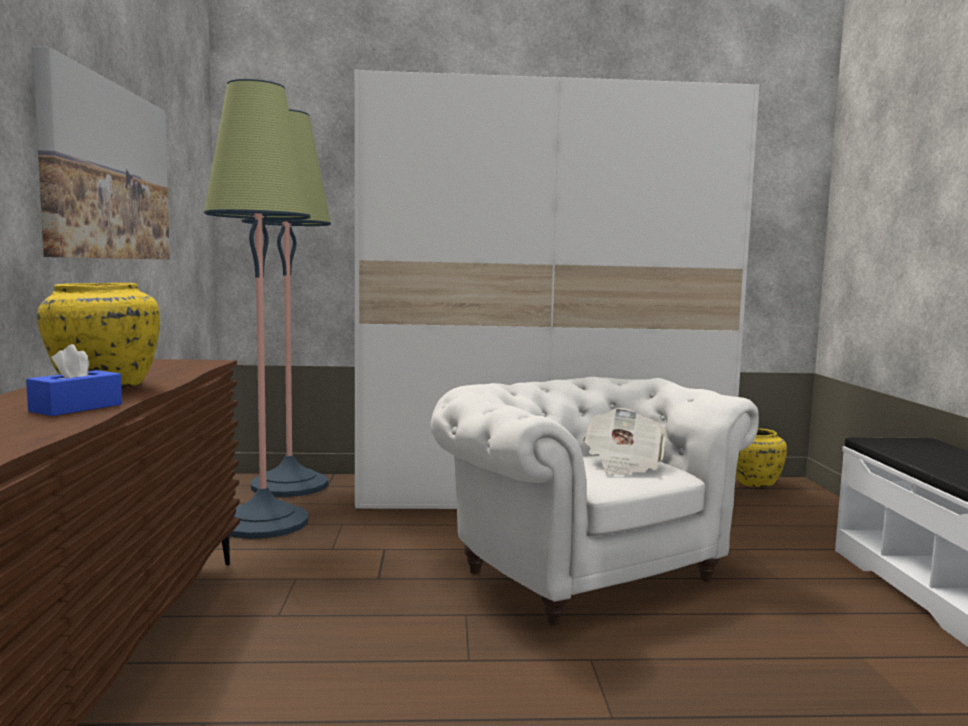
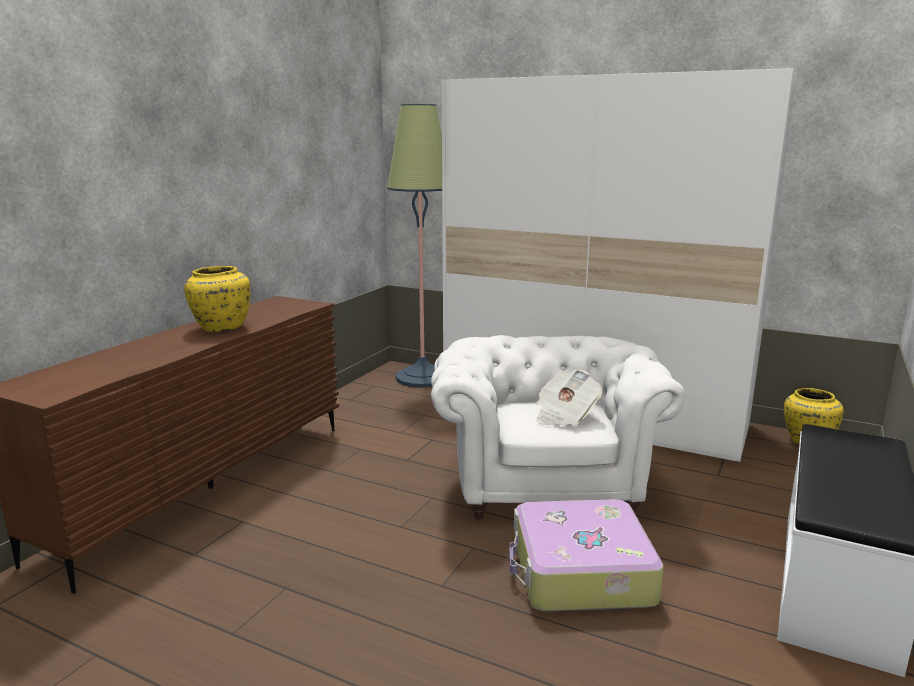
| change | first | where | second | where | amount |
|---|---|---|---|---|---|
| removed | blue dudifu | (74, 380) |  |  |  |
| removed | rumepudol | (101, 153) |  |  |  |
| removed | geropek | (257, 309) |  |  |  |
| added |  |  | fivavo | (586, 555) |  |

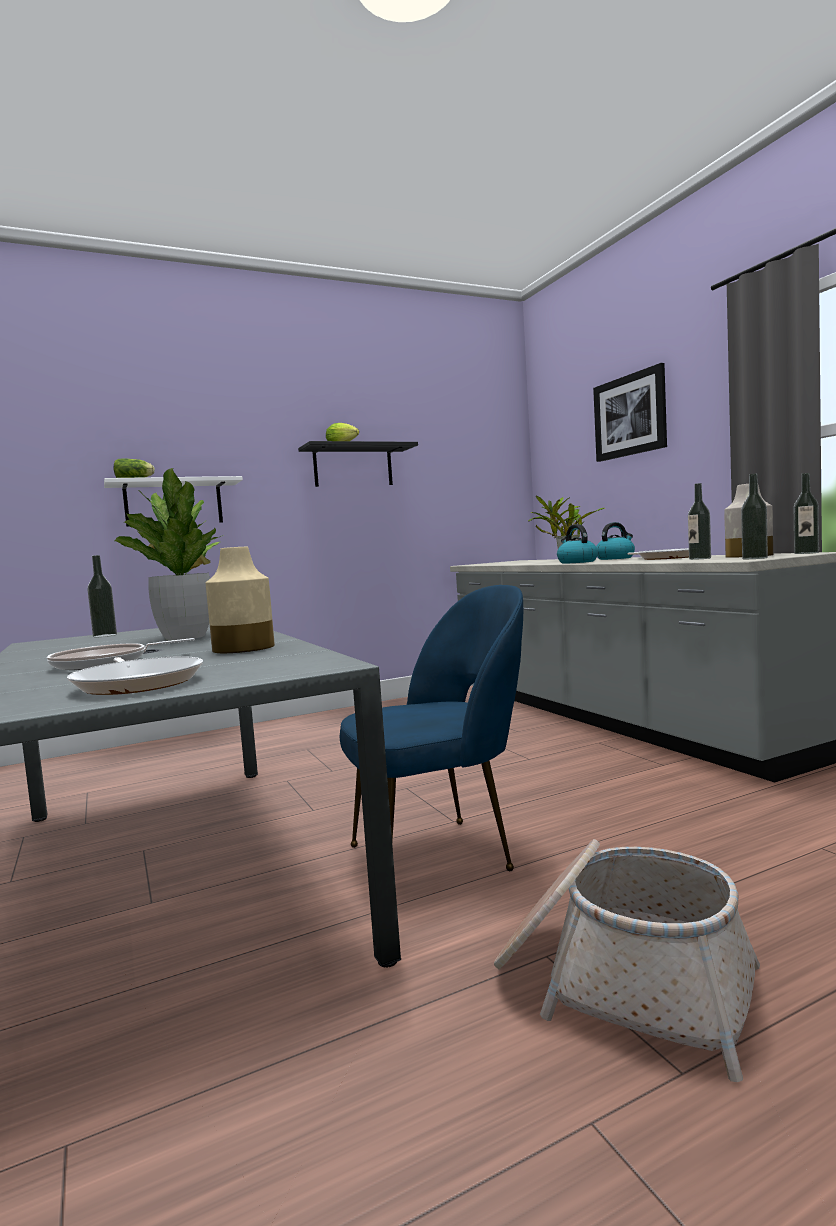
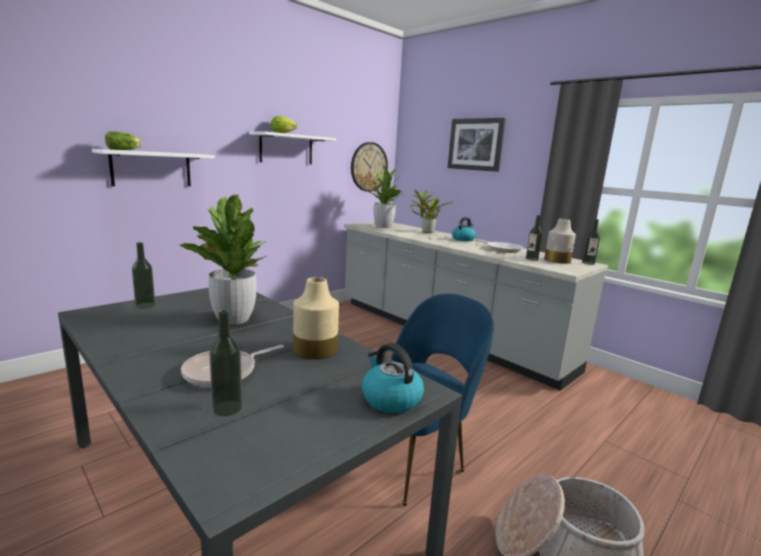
| change | first | where | second | where | amount |
|---|---|---|---|---|---|
| removed | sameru | (135, 675) |  |  |  |
| added |  |  | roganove | (369, 167) |  |
| added |  |  | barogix | (388, 196) |  |
| moved | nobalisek | (577, 544) |  | (393, 378) |  |
| moved | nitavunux | (754, 516) |  | (226, 363) |  |
| recoloured | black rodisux | (358, 464) | white rodisux | (292, 147) |  |

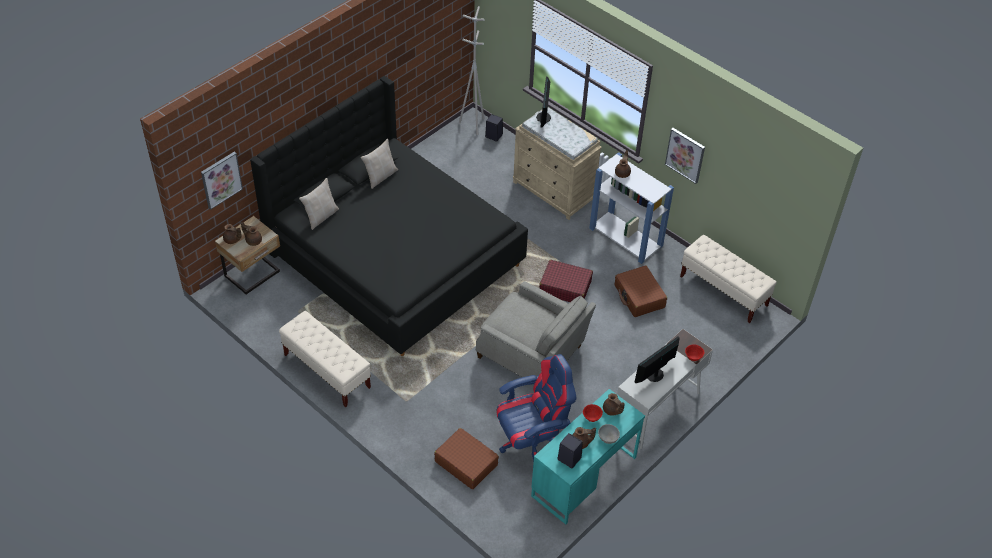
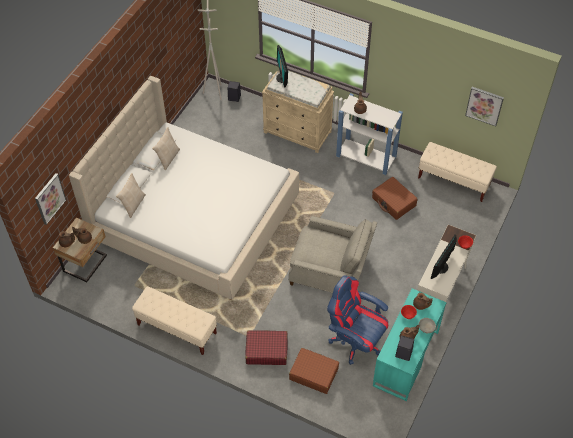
| change | first | where | second | where | amount |
|---|---|---|---|---|---|
| moved | red fivavo | (566, 281) |  | (266, 347) |  |
| moved | rumepudol | (685, 156) |  | (484, 106) |  |
| recoloured | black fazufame | (389, 216) | beige fazufame | (184, 188) |  |
| turned | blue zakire | (536, 408) |  | (357, 320) | 105 degrees counterclockwise |

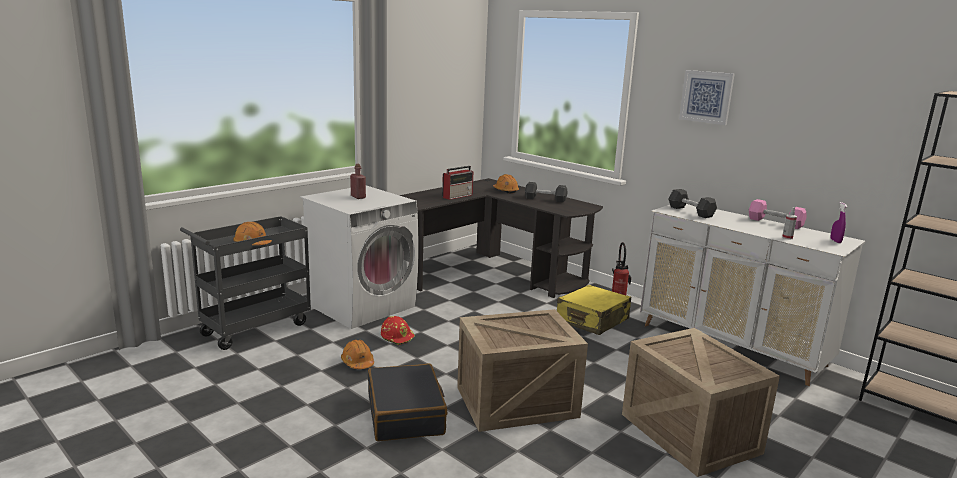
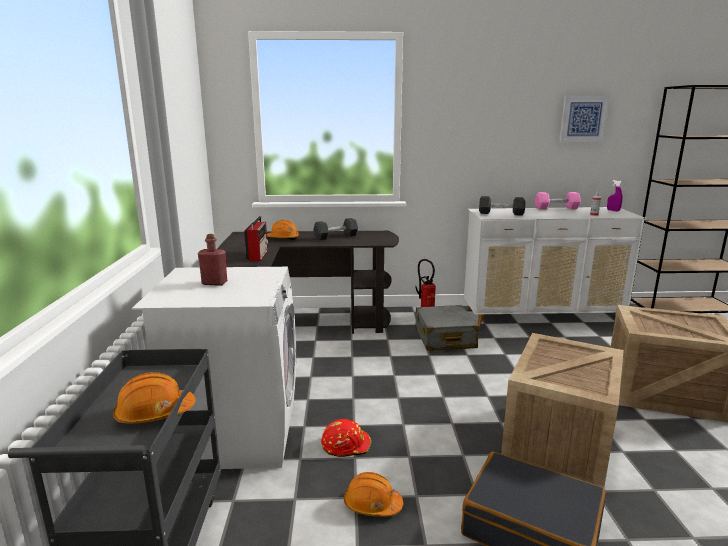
| change | first | where | second | where | amount |
|---|---|---|---|---|---|
| moved | rumepudol | (707, 97) |  | (584, 119) |  |
| recoloured | yellow fivavo | (594, 310) | grey fivavo | (447, 328) |  |

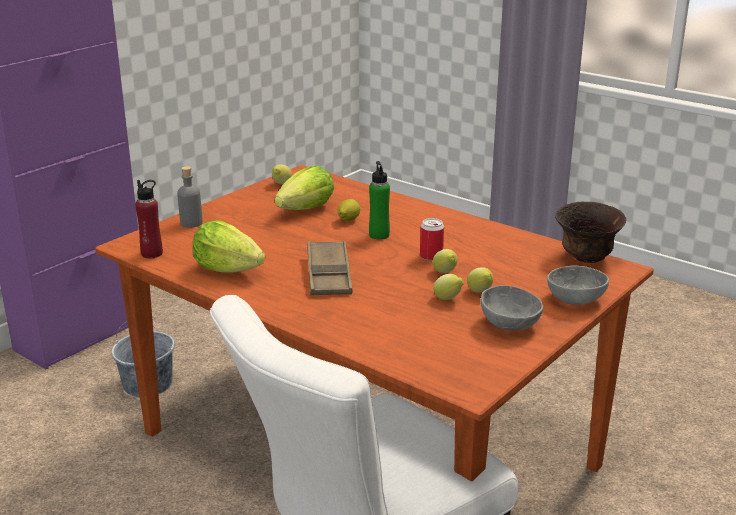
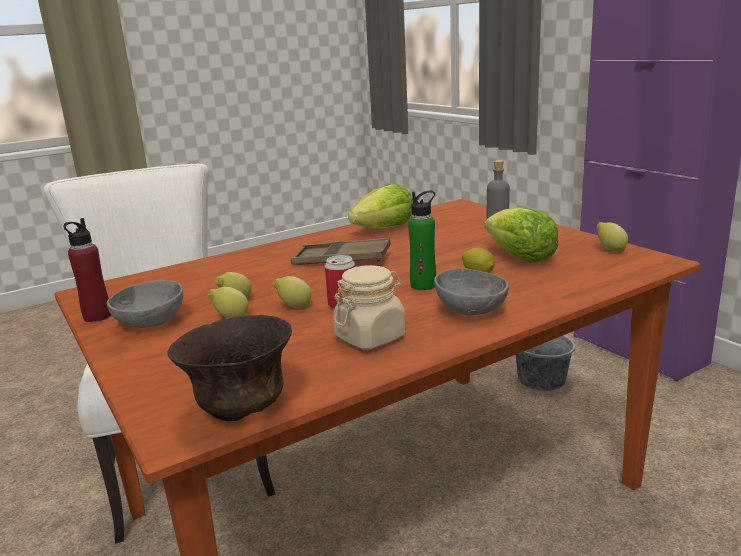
| change | first | where | second | where | amount |
|---|---|---|---|---|---|
| added |  |  | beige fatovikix | (369, 307) |  |
| moved | red nitavunux | (149, 219) |  | (87, 270) |  |
| moved | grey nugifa | (578, 285) |  | (471, 291) |  |

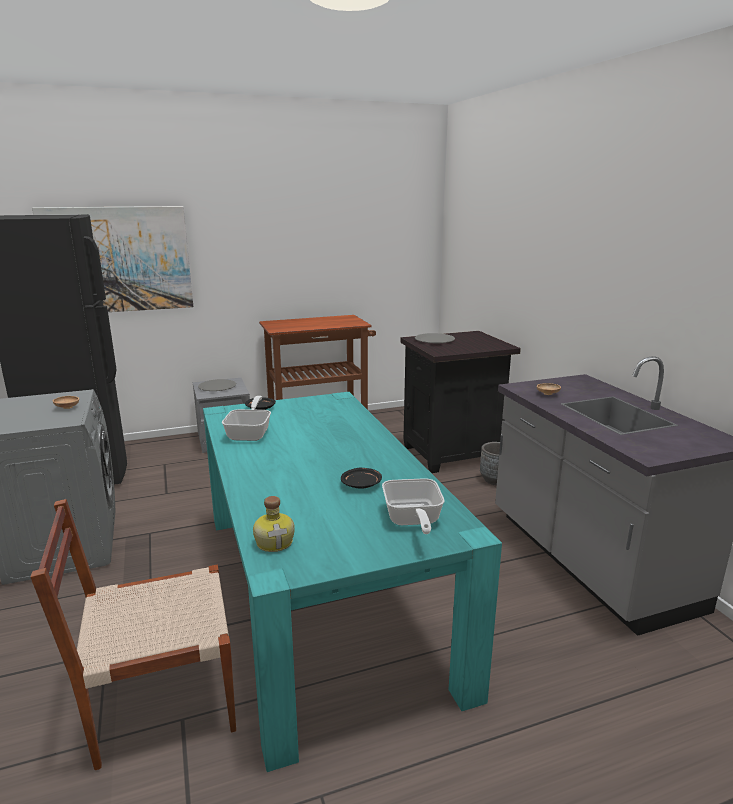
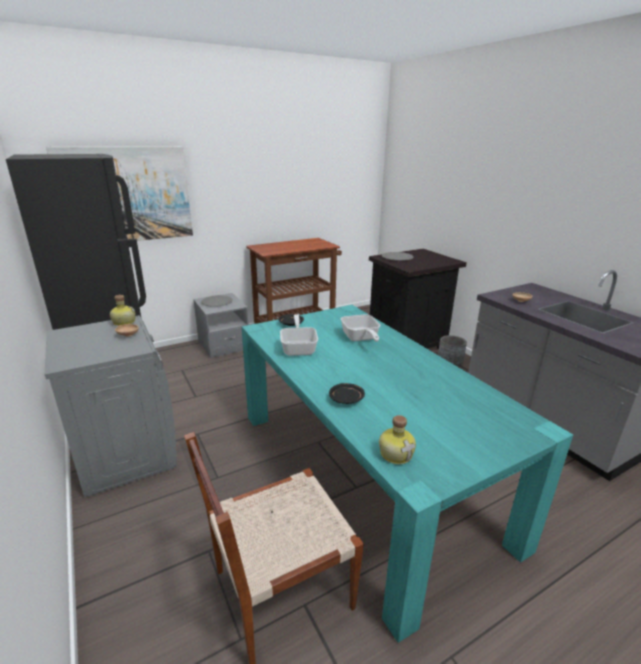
| change | first | where | second | where | amount |
|---|---|---|---|---|---|
| added |  |  | nitavunux | (123, 310) |  |
| moved | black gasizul | (361, 478) |  | (347, 393) |  |
| moved | sameru | (413, 506) |  | (361, 328) |  |

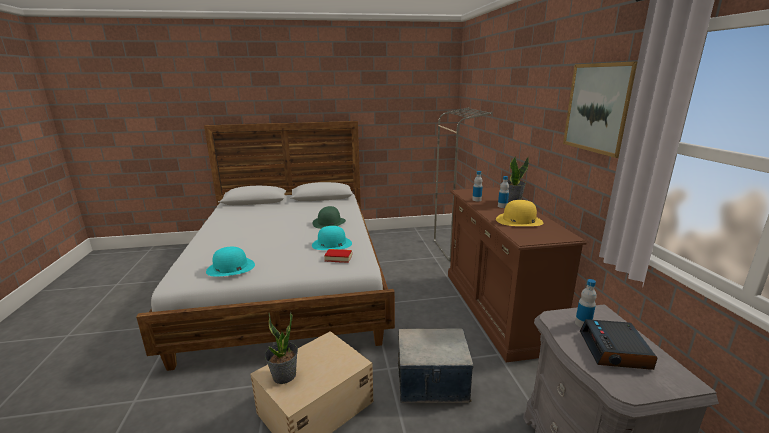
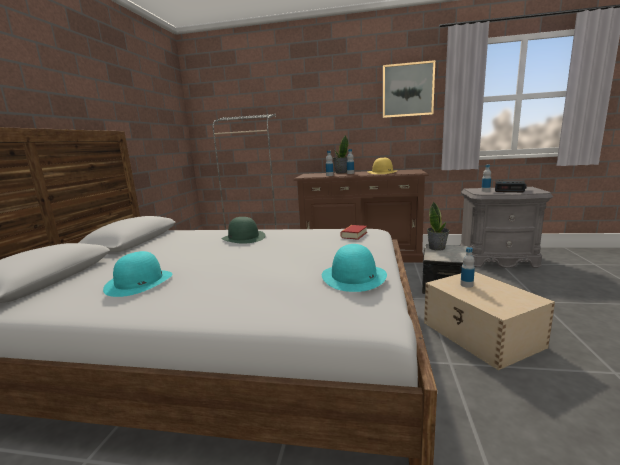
| change | first | where | second | where | amount |
|---|---|---|---|---|---|
| added |  |  | nitavunux | (467, 267) |  |
| moved | barogix | (281, 348) |  | (438, 226) |  |
| moved | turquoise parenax | (332, 238) |  | (137, 274) |  |

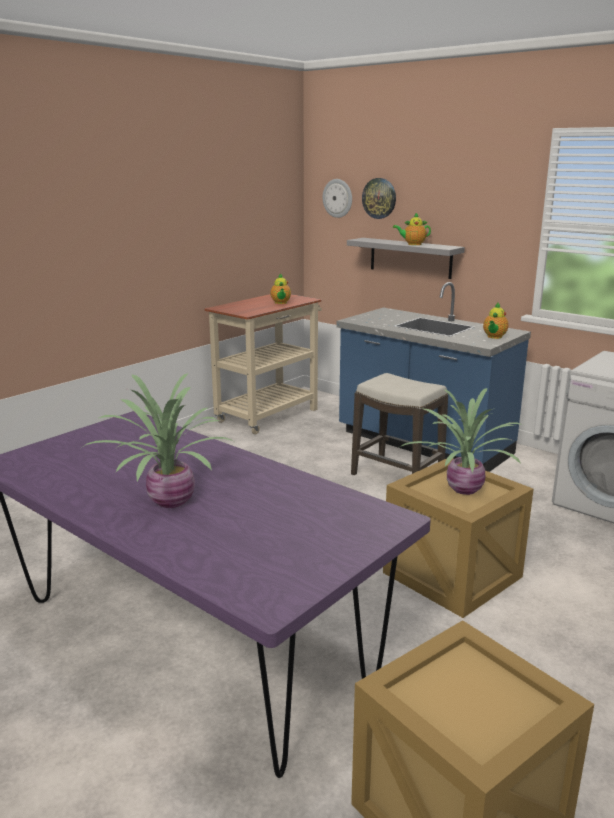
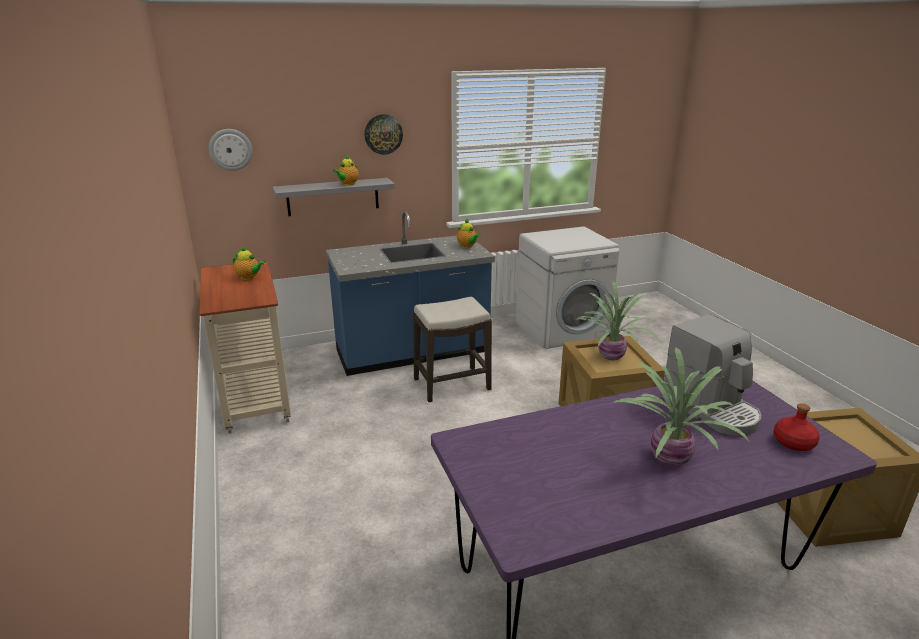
| change | first | where | second | where | amount |
|---|---|---|---|---|---|
| added |  |  | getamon | (711, 375) |  |
| added |  |  | red nitavunux | (796, 427) |  |
| moved | roganove | (379, 198) |  | (383, 134) |  |

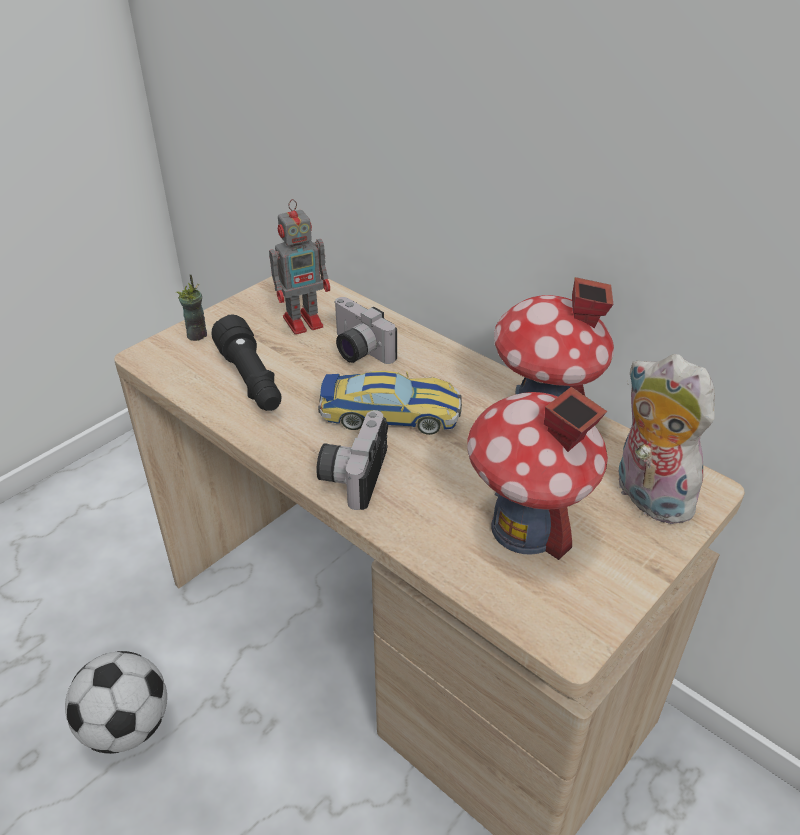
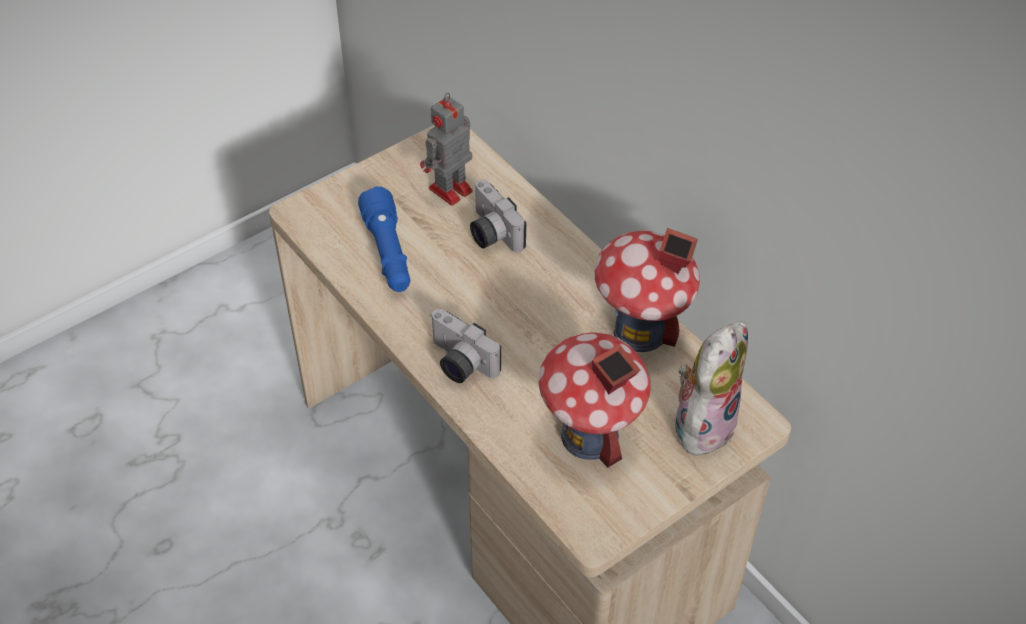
| change | first | where | second | where | amount |
|---|---|---|---|---|---|
| removed | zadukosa | (116, 702) |  |  |  |
| removed | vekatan | (191, 307) |  |  |  |
| removed | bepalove | (390, 403) |  |  |  |
| recoloured | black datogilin | (247, 363) | blue datogilin | (384, 239) |  |
| turned | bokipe | (299, 267) |  | (446, 149) | 150 degrees clockwise |
| turned | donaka | (352, 460) |  | (465, 346) | 75 degrees counterclockwise |
| turned | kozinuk | (667, 439) |  | (711, 392) | 60 degrees clockwise |

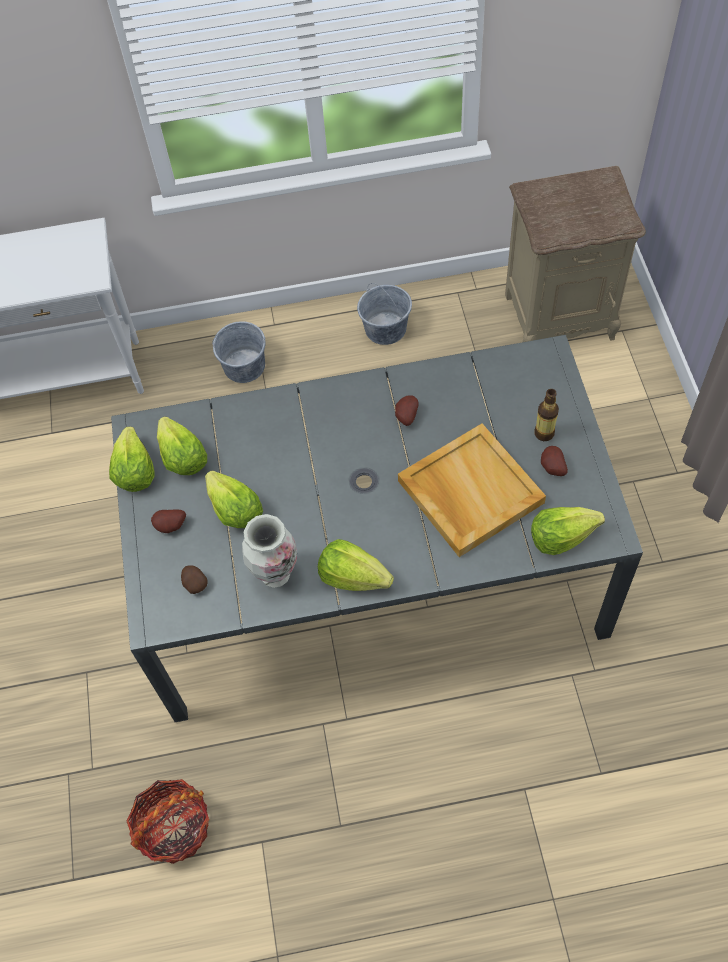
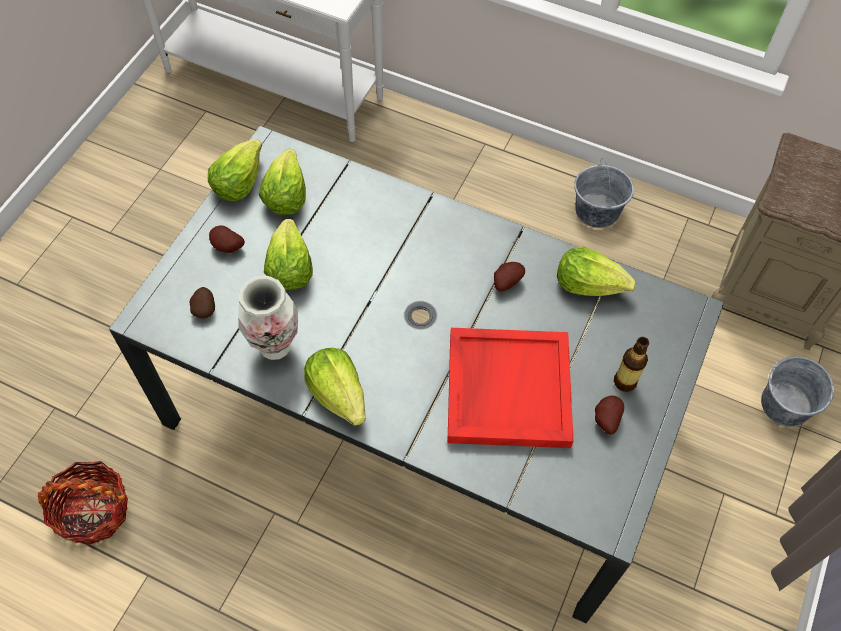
| change | first | where | second | where | amount |
|---|---|---|---|---|---|
| moved | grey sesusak | (239, 352) |  | (797, 391) |  |
| moved | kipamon | (568, 531) |  | (596, 271) |  |
| recoloured | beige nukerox | (472, 490) | red nukerox | (510, 388) |  |

